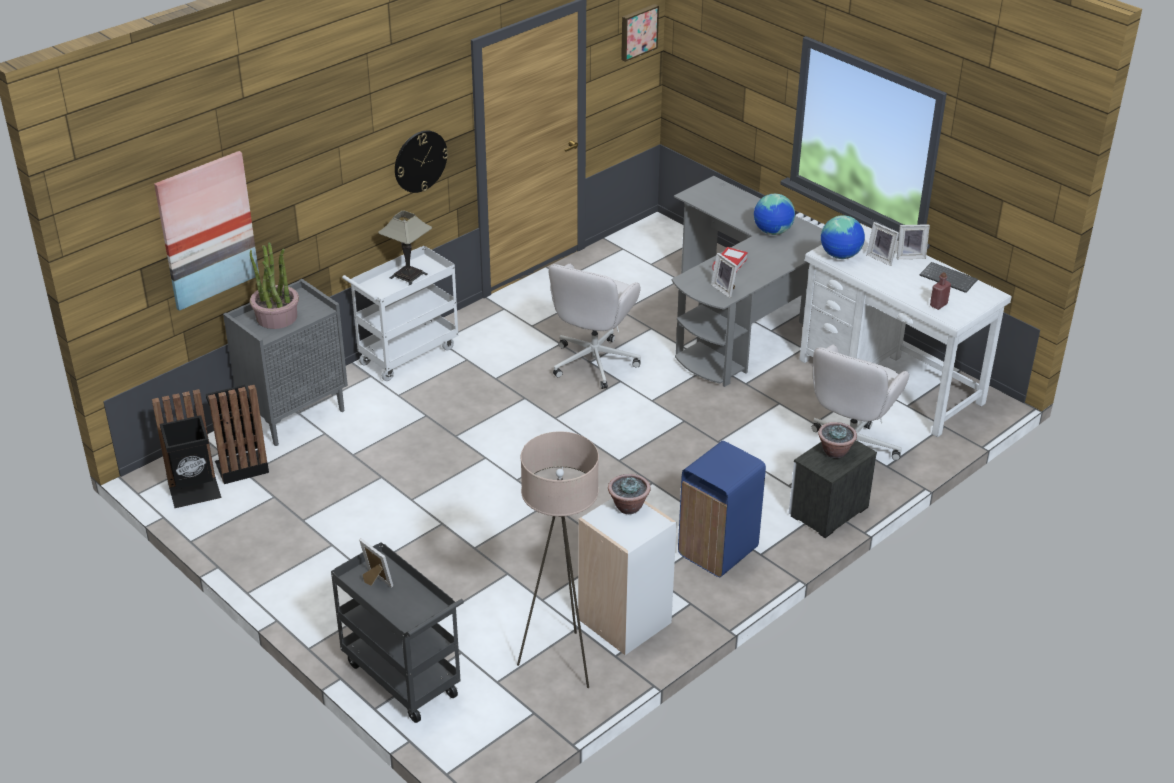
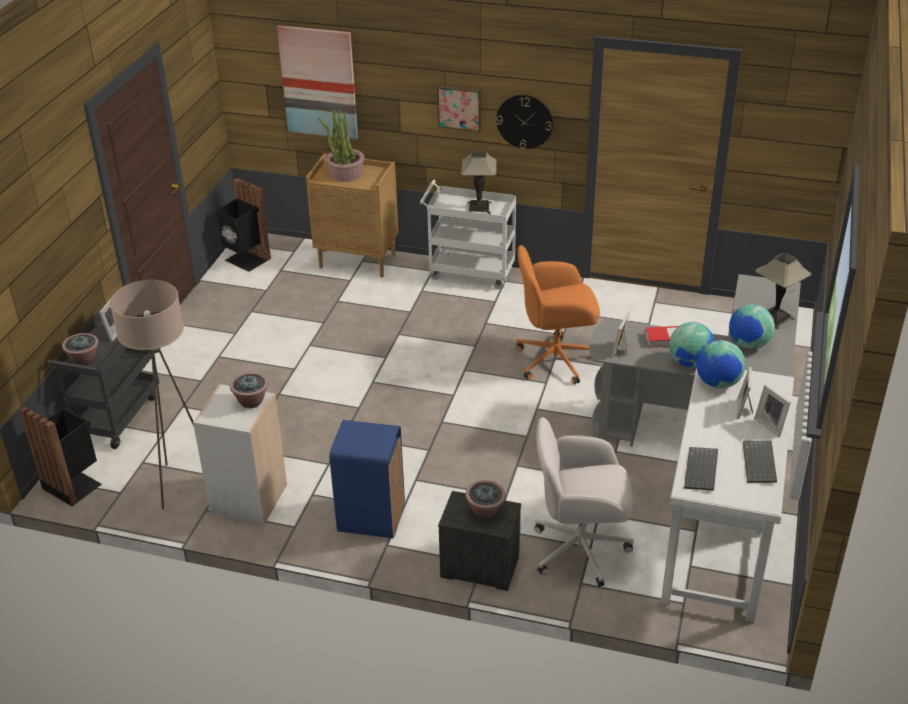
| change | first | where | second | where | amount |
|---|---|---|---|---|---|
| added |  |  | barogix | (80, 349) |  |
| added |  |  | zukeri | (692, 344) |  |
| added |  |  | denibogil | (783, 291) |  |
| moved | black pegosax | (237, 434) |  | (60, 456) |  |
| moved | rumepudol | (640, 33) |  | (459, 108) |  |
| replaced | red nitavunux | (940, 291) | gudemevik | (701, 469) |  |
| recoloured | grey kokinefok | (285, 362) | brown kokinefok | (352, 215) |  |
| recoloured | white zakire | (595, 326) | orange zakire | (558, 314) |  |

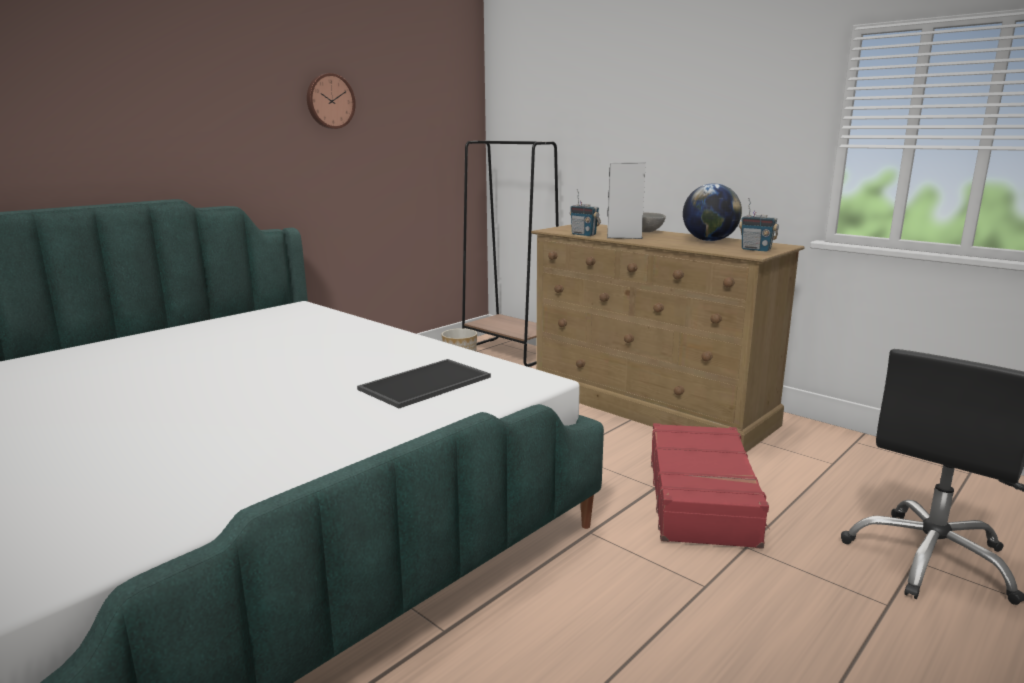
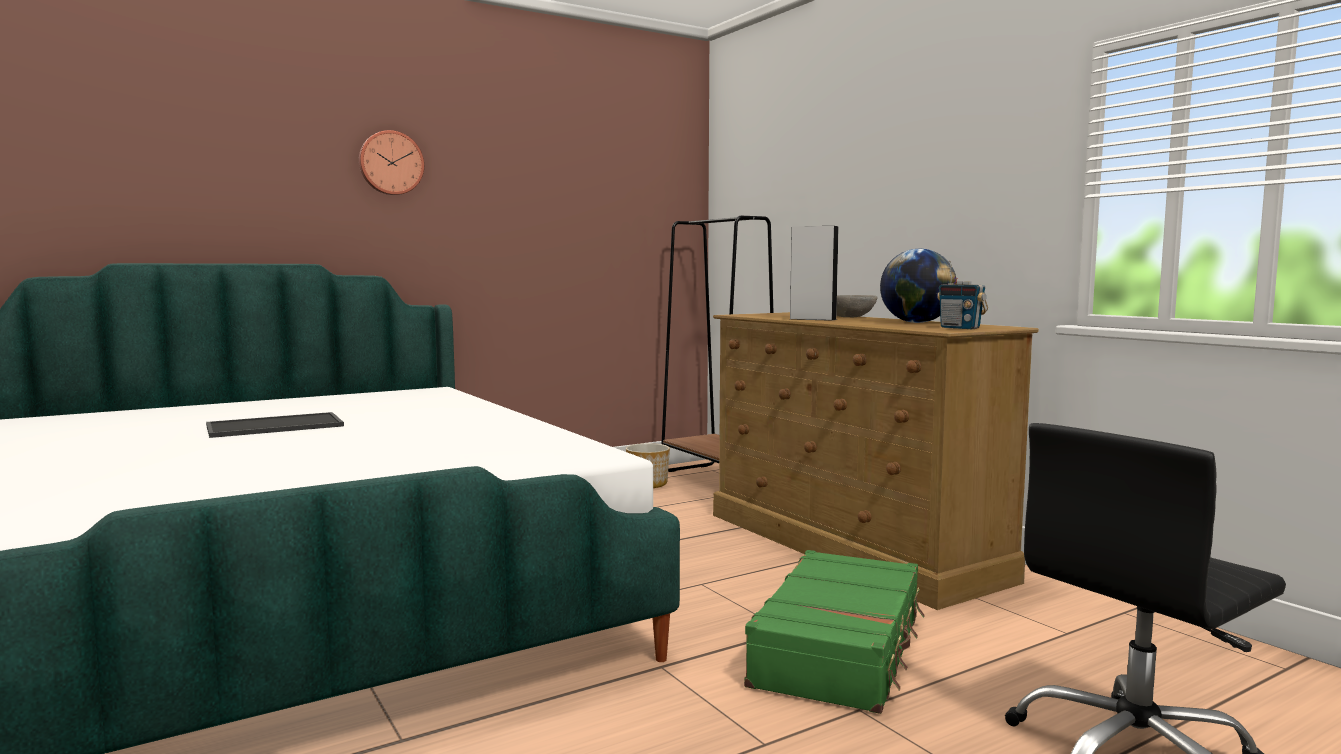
| change | first | where | second | where | amount |
|---|---|---|---|---|---|
| removed | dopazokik | (585, 212) |  |  |  |
| moved | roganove | (331, 101) |  | (391, 162) |  |
| moved | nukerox | (424, 383) |  | (275, 425) |  |
| recoloured | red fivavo | (710, 486) | green fivavo | (834, 632) |  |

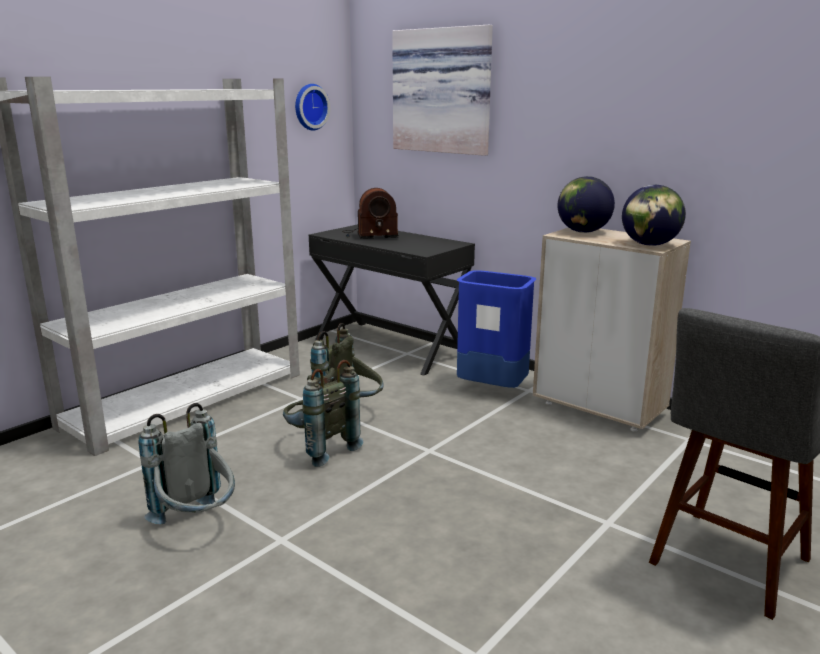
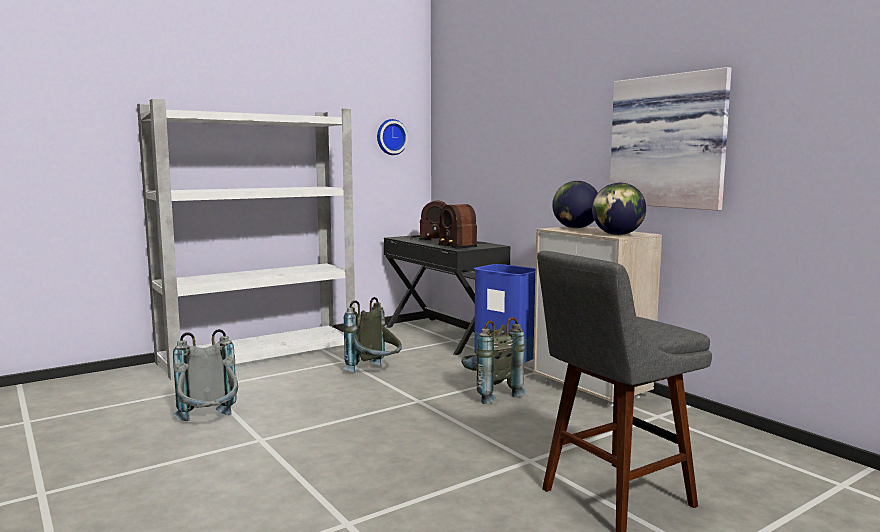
| change | first | where | second | where | amount |
|---|---|---|---|---|---|
| added |  |  | dopazokik | (462, 226) |  |
| moved | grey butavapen | (323, 413) |  | (493, 360) |  |
| moved | rumepudol | (442, 90) |  | (671, 138) |  |

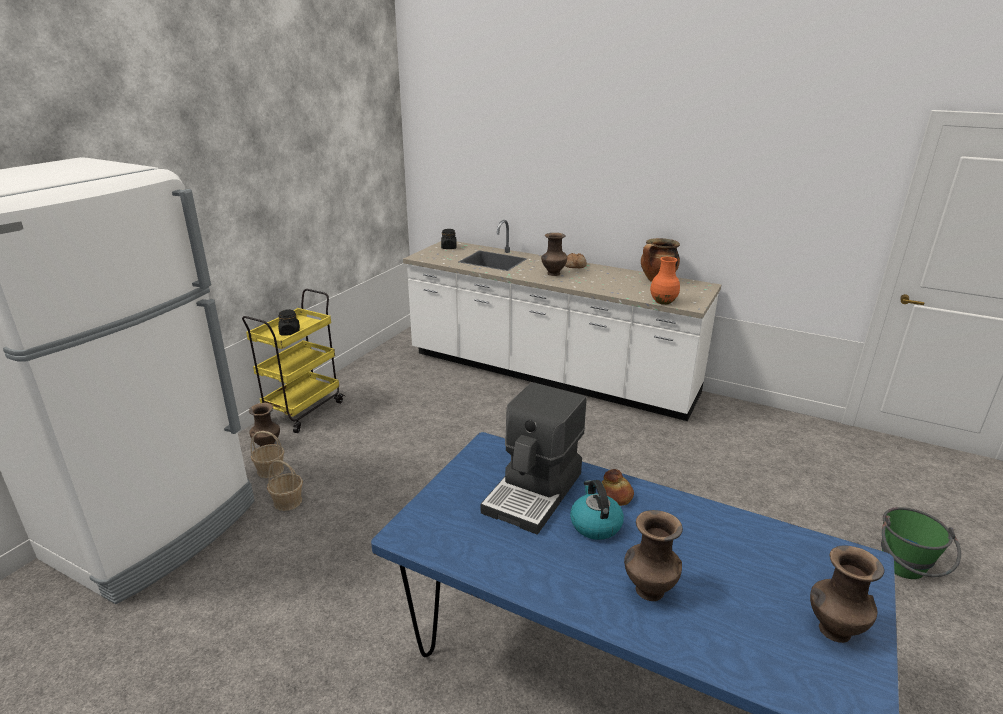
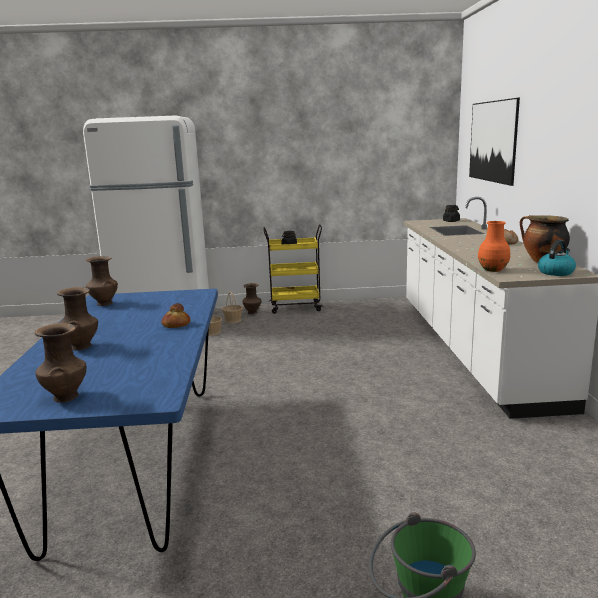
| change | first | where | second | where | amount |
|---|---|---|---|---|---|
| removed | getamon | (534, 458) |  |  |  |
| added |  |  | rumepudol | (494, 142) |  |
| moved | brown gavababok | (554, 254) |  | (102, 281) |  |
| moved | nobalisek | (597, 510) |  | (557, 258) |  |

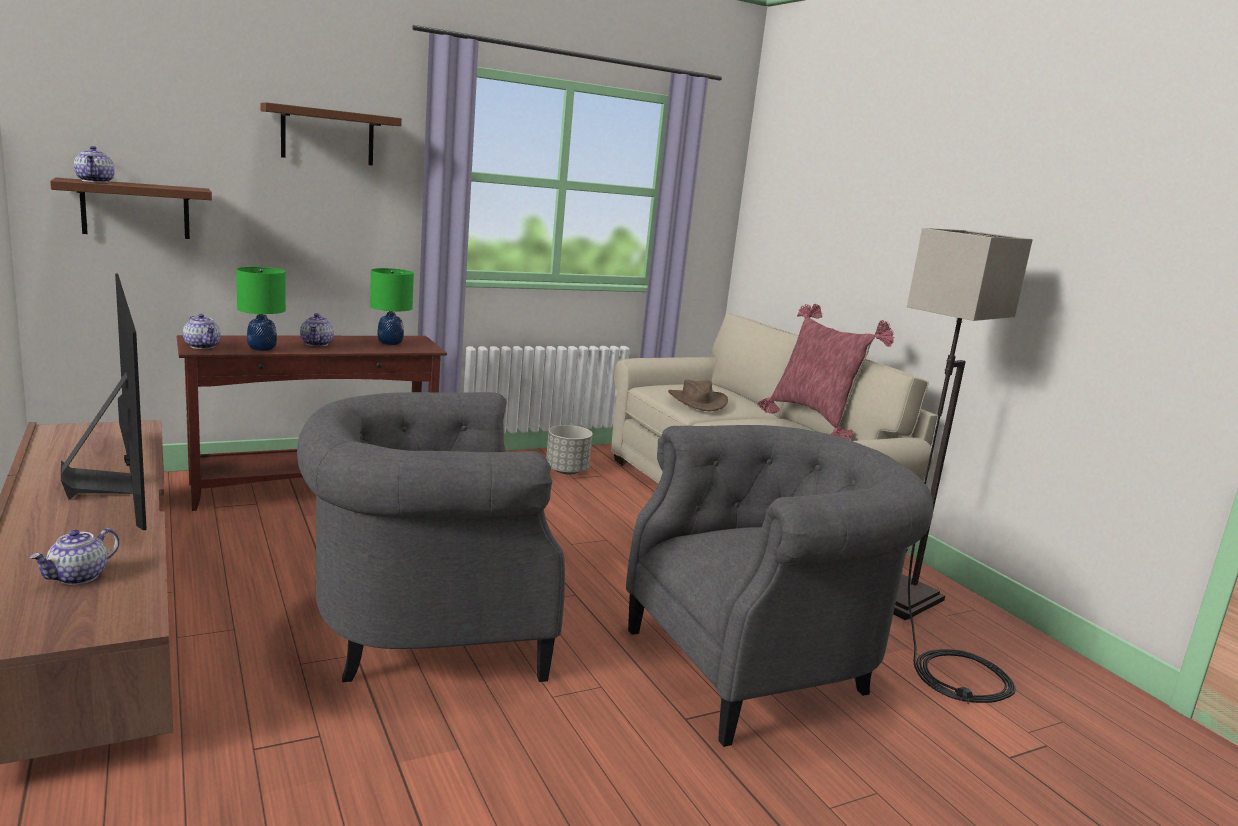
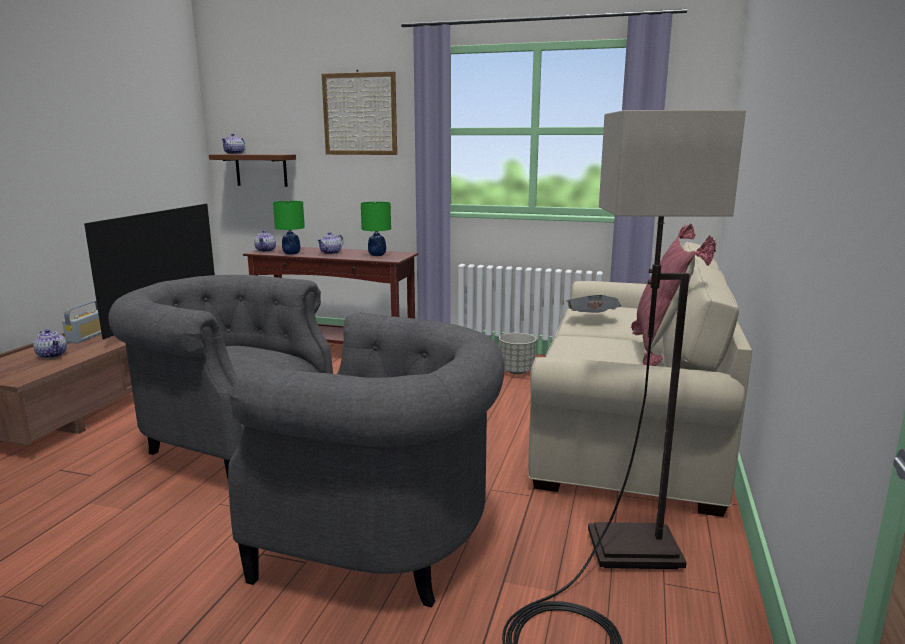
| change | first | where | second | where | amount |
|---|---|---|---|---|---|
| added |  |  | dopazokik | (82, 322) |  |
| replaced | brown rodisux | (331, 134) | rumepudol | (359, 112) |  |
| replaced | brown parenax | (698, 395) | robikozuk | (594, 304) |  |
| turned | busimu | (74, 556) |  | (50, 344) | 120 degrees counterclockwise |

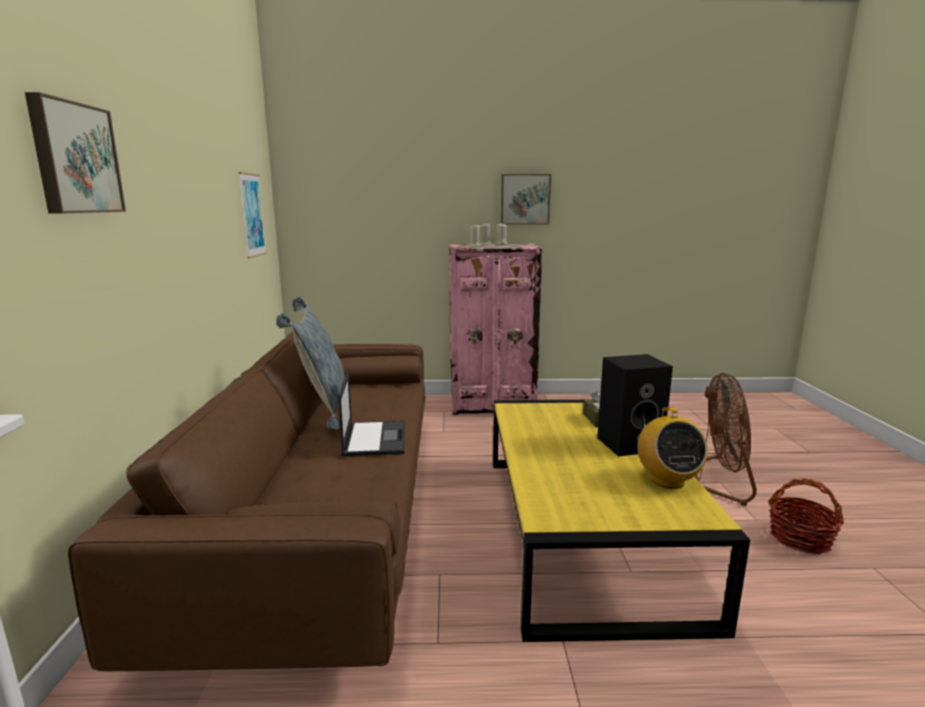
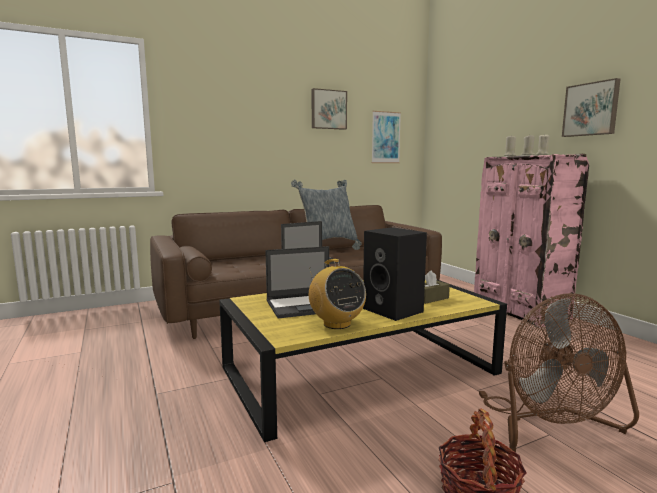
| change | first | where | second | where | amount |
|---|---|---|---|---|---|
| added |  |  | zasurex | (297, 282) |  |
| moved | rumepudol | (75, 152) |  | (329, 109) |  |
| turned | dopazokik | (672, 448) |  | (337, 294) | 90 degrees counterclockwise |

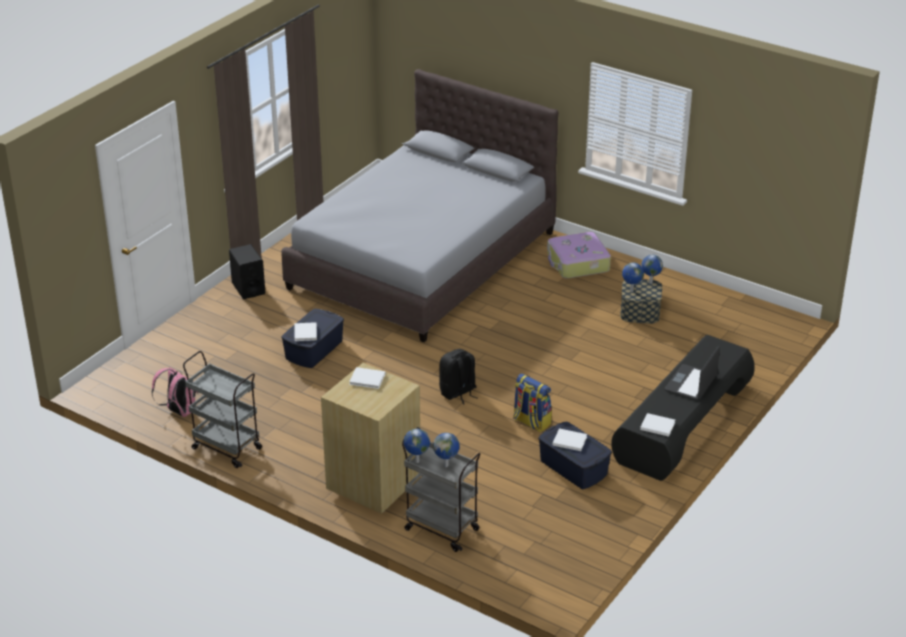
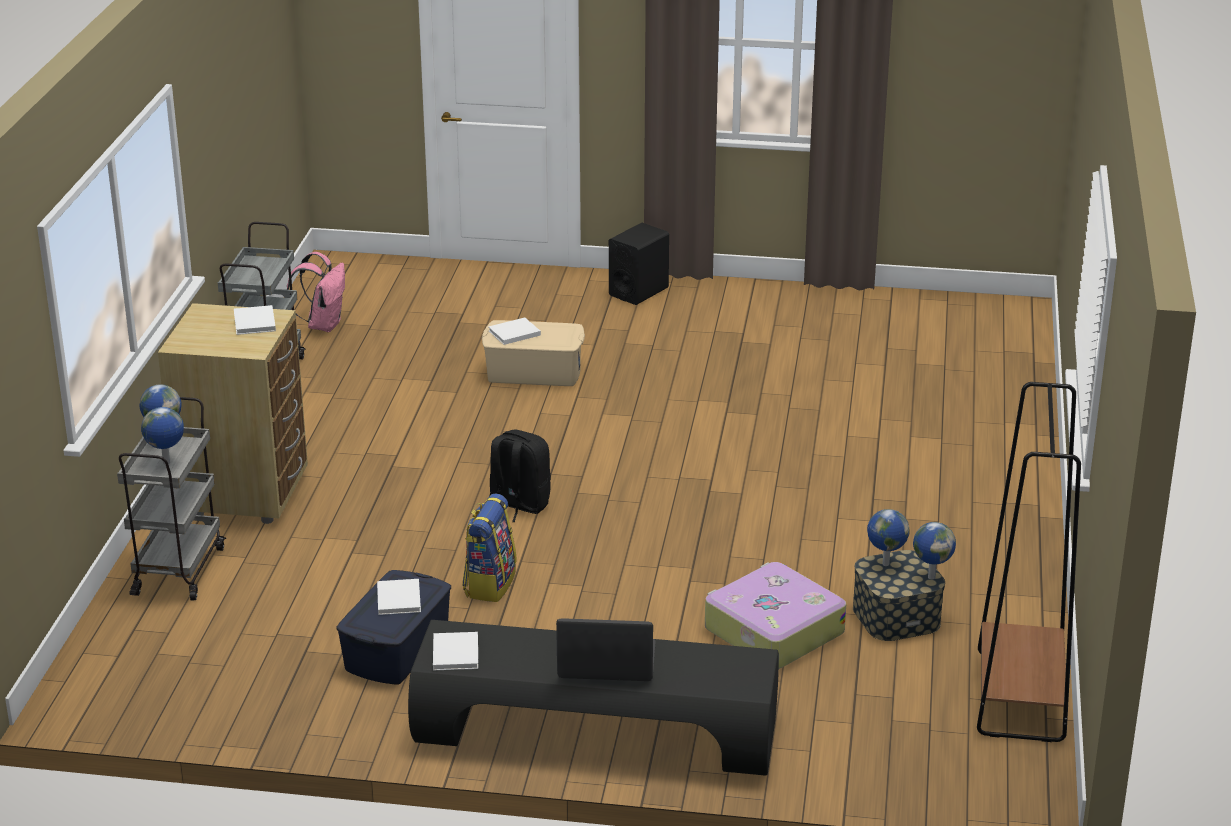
| change | first | where | second | where | amount |
|---|---|---|---|---|---|
| removed | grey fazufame | (419, 205) |  |  |  |
| added |  |  | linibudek | (1029, 562) |  |
| moved | fivavo | (579, 255) |  | (775, 615) |  |
| recoloured | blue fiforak | (312, 338) | beige fiforak | (533, 353) |  |

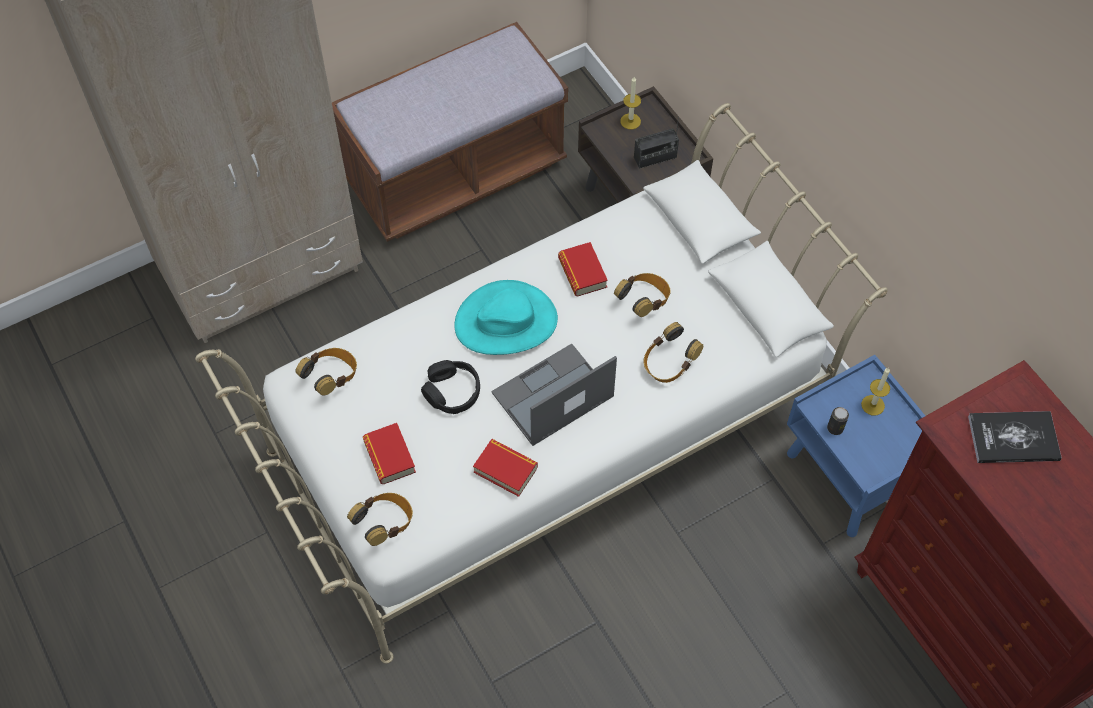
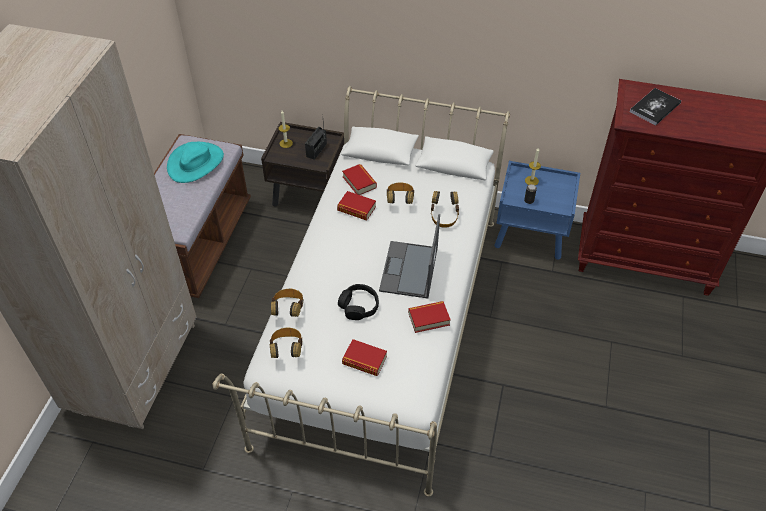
| change | first | where | second | where | amount |
|---|---|---|---|---|---|
| added |  |  | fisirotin | (359, 179) |  |
| moved | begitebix | (380, 519) |  | (287, 303) |  |
| moved | turquoise parenax | (506, 317) |  | (195, 162) |  |

